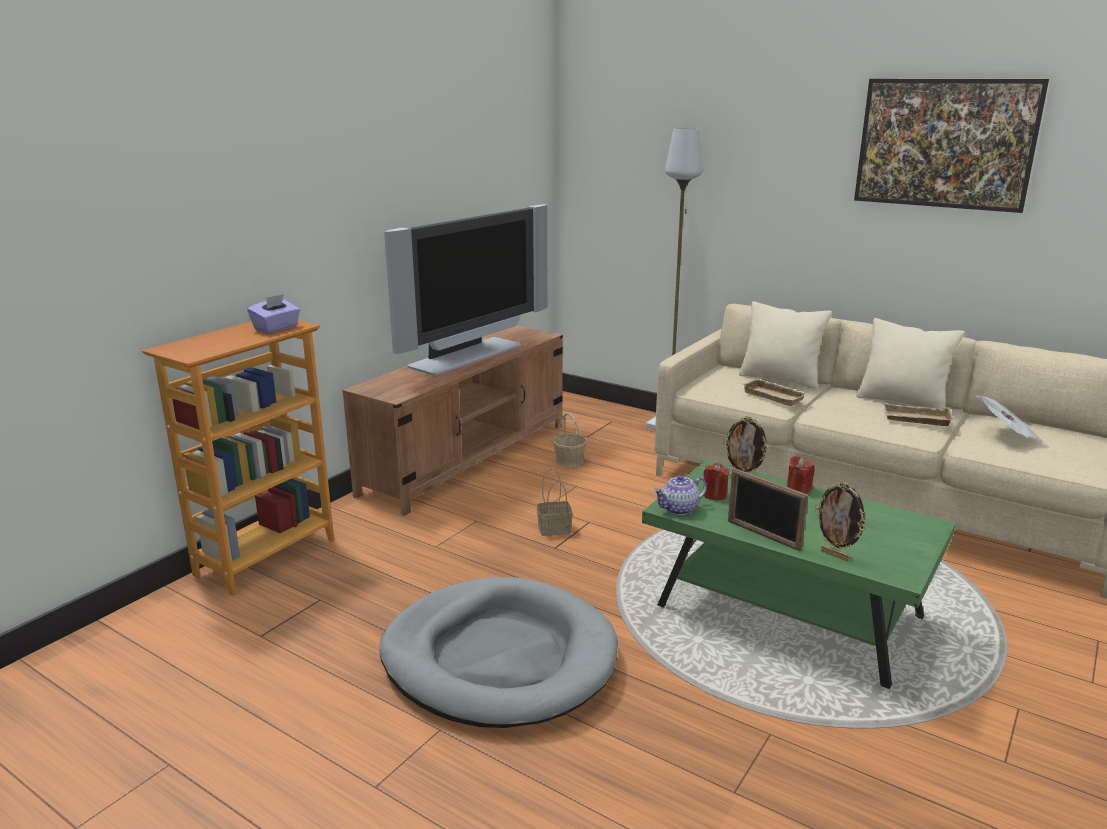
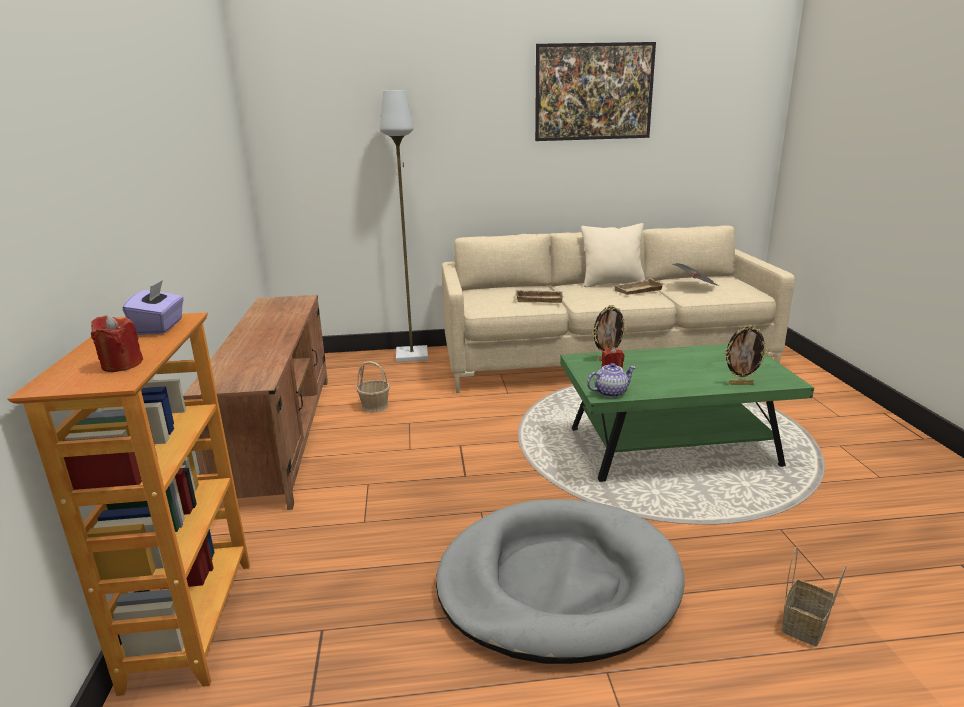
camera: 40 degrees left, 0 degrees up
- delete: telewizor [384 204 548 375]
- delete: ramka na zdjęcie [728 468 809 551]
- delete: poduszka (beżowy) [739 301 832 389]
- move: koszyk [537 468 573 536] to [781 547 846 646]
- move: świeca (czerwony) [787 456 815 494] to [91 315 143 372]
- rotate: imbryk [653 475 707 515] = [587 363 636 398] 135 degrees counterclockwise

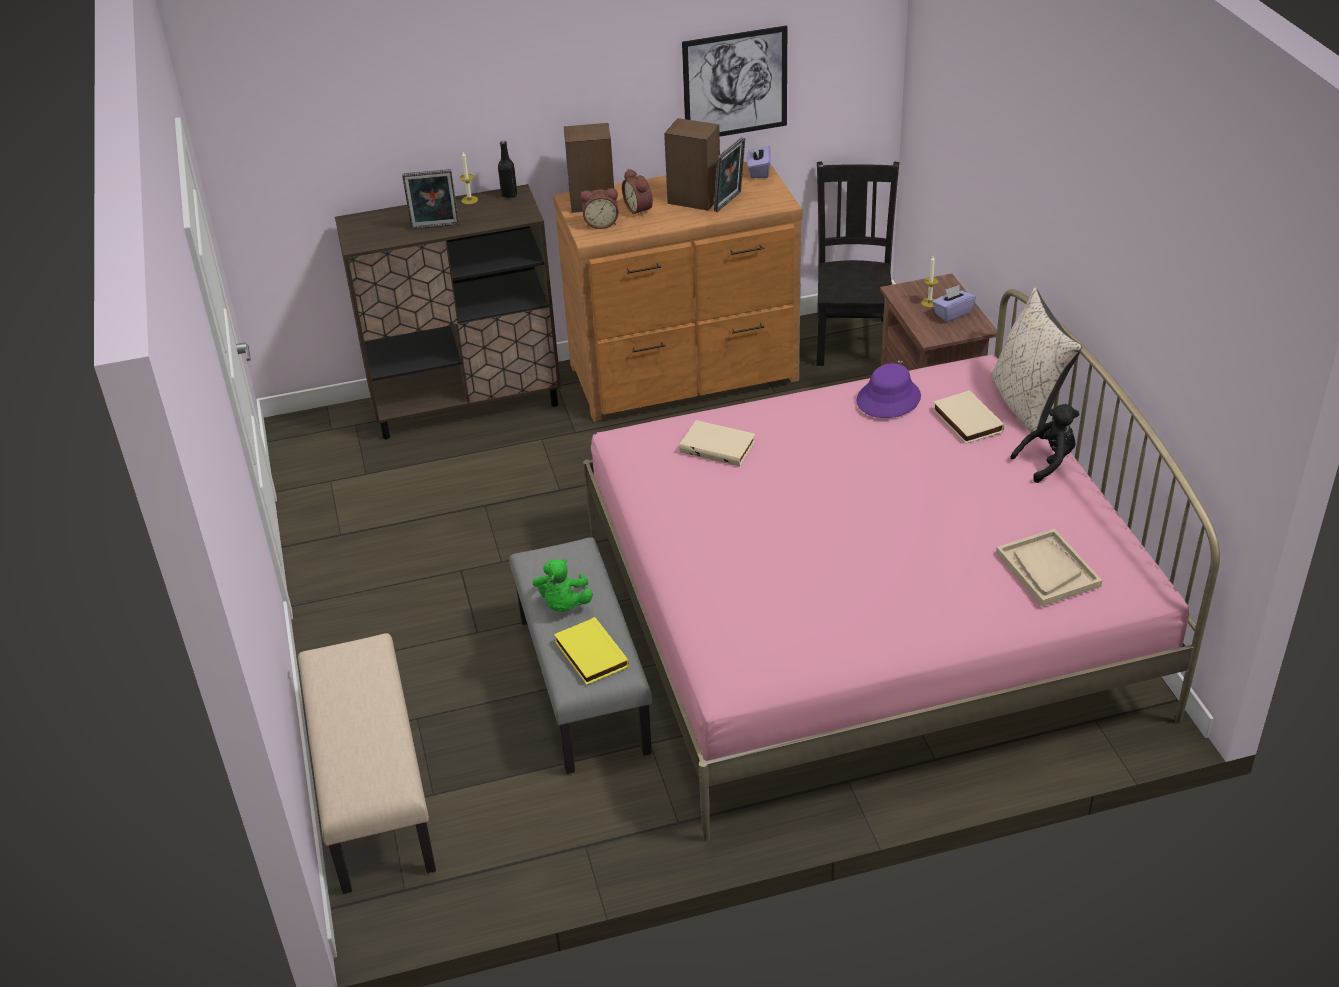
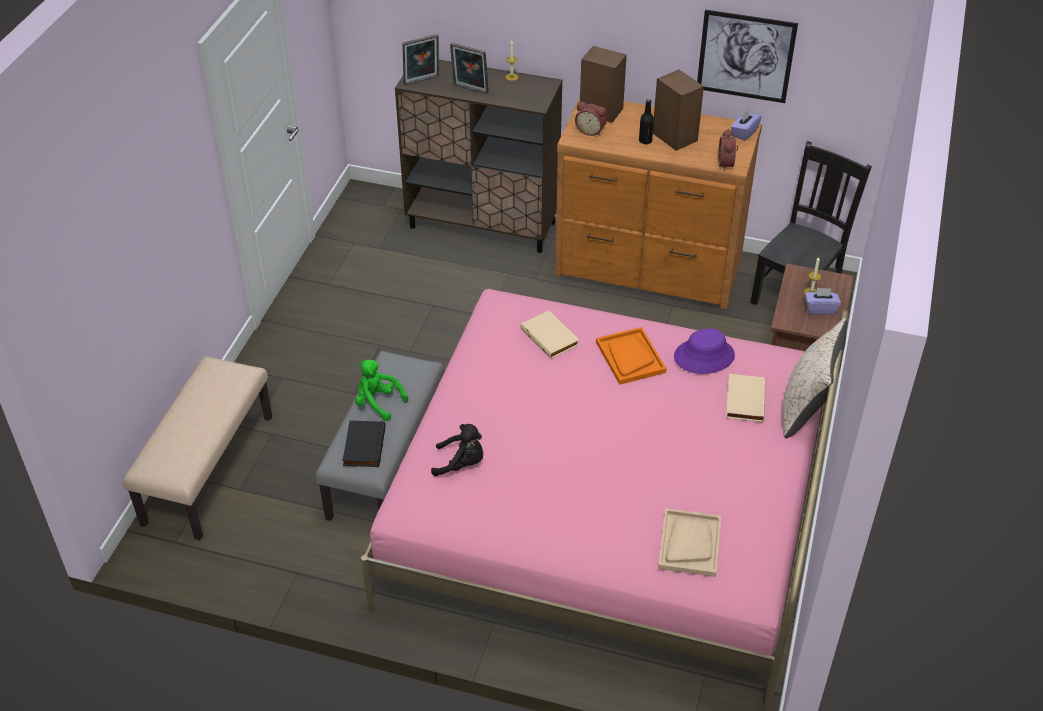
camera: 30 degrees right, 5 degrees up
- insert: taca (pomarańczowy) [596 327 667 385]
- move: butelka (czarny) [498 141 517 199] to [639 99 654 144]
- move: budzik [622 169 653 217] to [718 129 738 171]
- move: ramka na zdjęcie [714 137 745 212] to [402 34 439 85]
- move: pluszak (czarny) [1010 404 1079 483] to [431 424 483 476]
- recolor: książka (żółty) [554 617 629 685] to książka (czarny) [342 420 386 467]
- rotate: pluszak (zielony) [533 559 593 612] = [355 360 408 421] 90 degrees clockwise

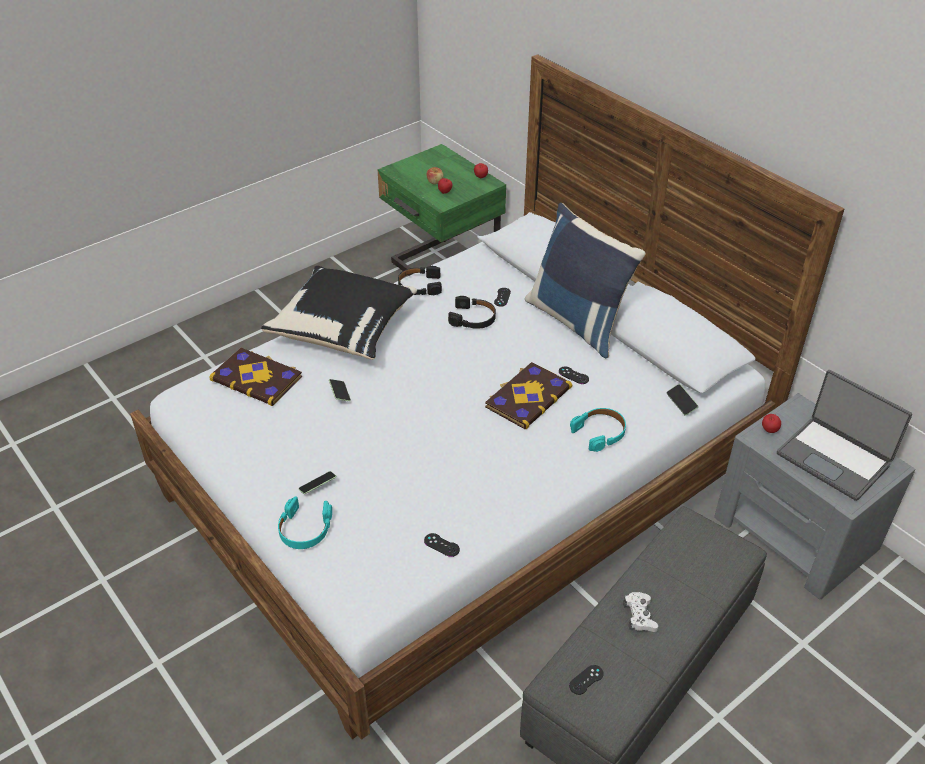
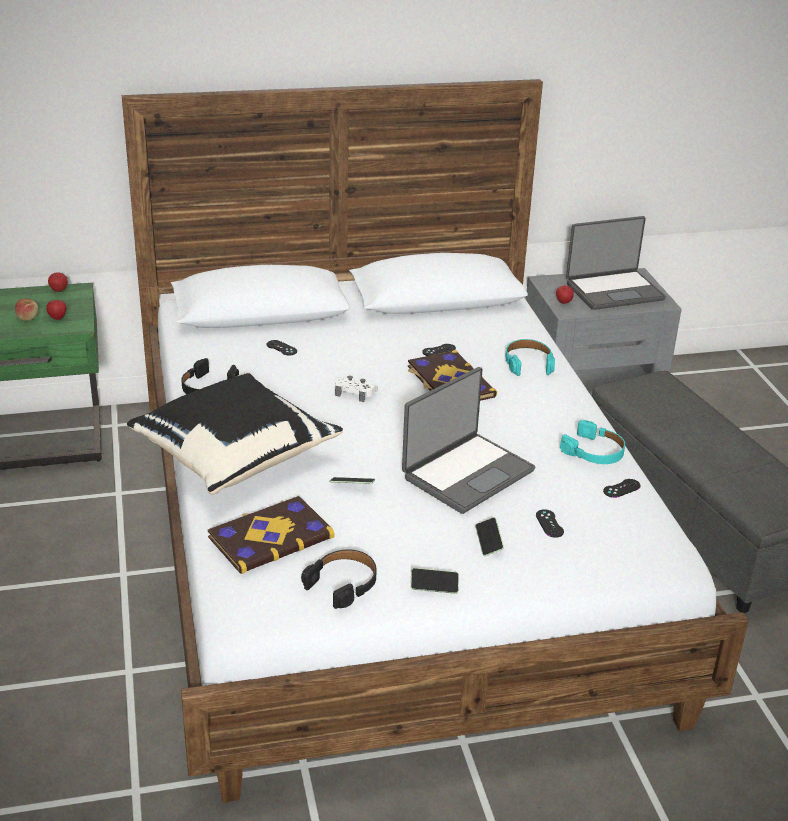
camera: 65 degrees left, 10 degrees down
- delete: poduszka (niebieski) [525 203 646 358]
- insert: laptop [402 367 535 514]
- move: słuchawki (turkusowy) [278 496 332 549] to [560 420 625 464]
- move: słuchawki (czarny) [448 296 496 329] to [301 549 377 609]
- move: pad do gier (czarny) [569 665 604 695] to [536 509 564 538]
- move: pad do gier (biały) [623 592 658 632] to [335 376 378 402]
- move: telefon [667 384 699 416] to [410 568 459 594]

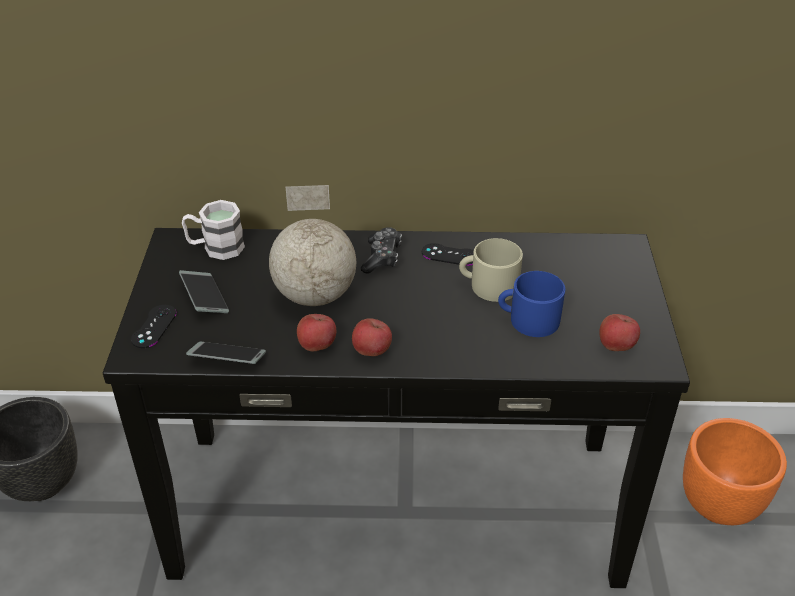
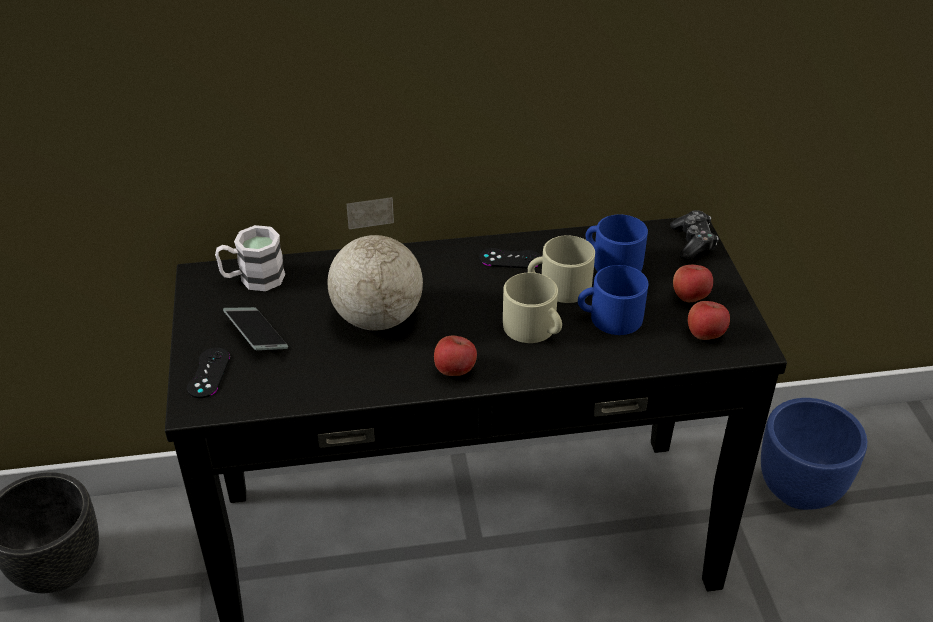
camera: 10 degrees left, 0 degrees up
- delete: telefon [186 342 266 364]
- insert: kubek (beżowy) [503 272 562 343]
- insert: kubek (niebieski) [586 215 648 272]
- move: jabłko [297 314 336 351] to [673 265 713 302]
- move: pad do gier [361 227 402 274] to [670 210 719 260]
- recolor: donica (pomarańczowy) [683 418 787 525] to donica (niebieski) [761 398 867 510]

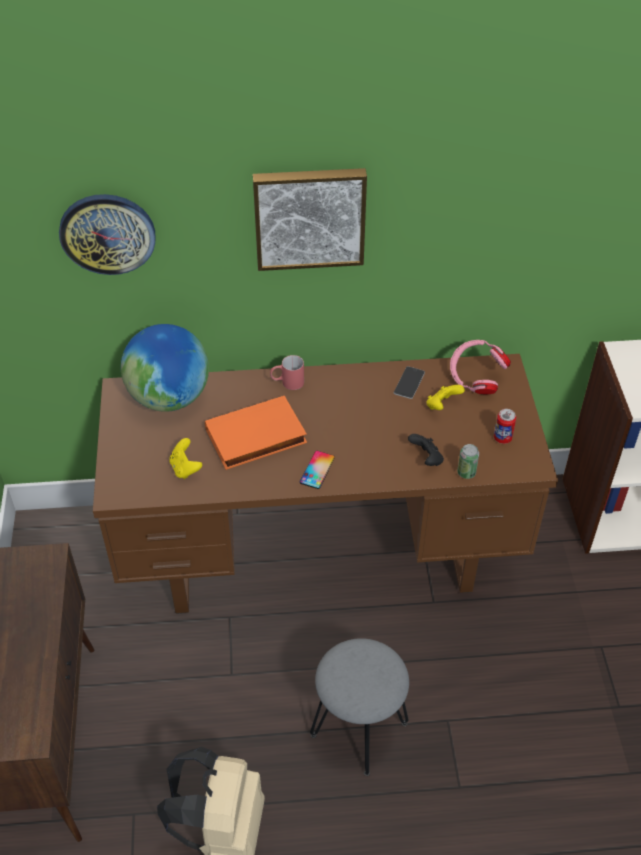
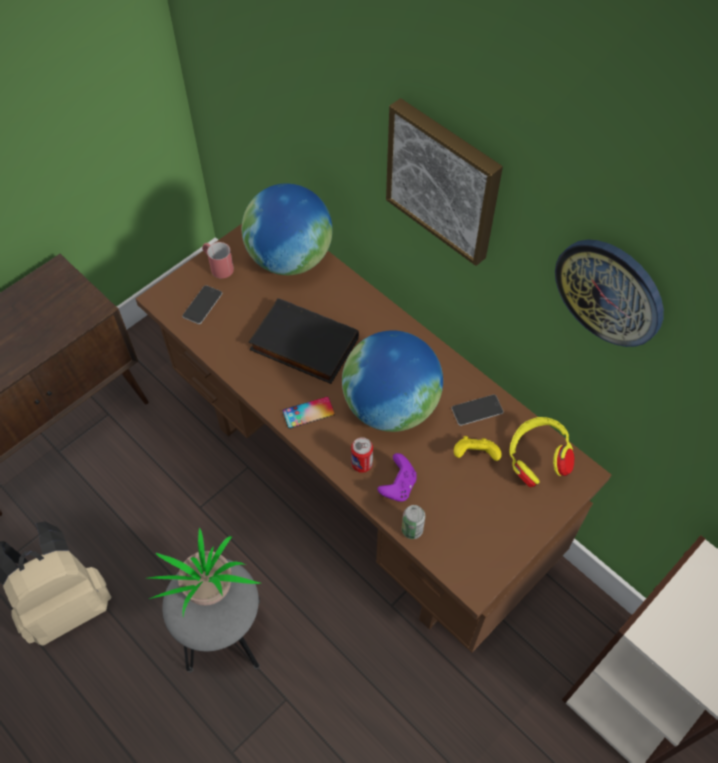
camera: 50 degrees right, 10 degrees up
- delete: pad do gier (żółty) [170 438 202 479]
- insert: roślina doniczkowa [149 528 260 617]
- insert: telefon [182 285 223 324]
- insert: globus [342 330 443 432]
- move: zegar ścienny [59 194 155 275] to [555 240 664 347]
- move: kubek (czerwony) [270 355 304 390] to [202 242 234 279]
- move: puszka [494 409 516 444] to [351 437 373 473]
- recolor: książka (pomarańczowy) [205 396 307 470] to książka (czarny) [249 298 359 384]
- recolor: pad do gier (czarny) [408 434 444 466] to pad do gier (fioletowy) [377 453 417 502]
- recolor: słuchawki (różowy) [450 340 511 395] to słuchawki (żółty) [509 417 574 487]

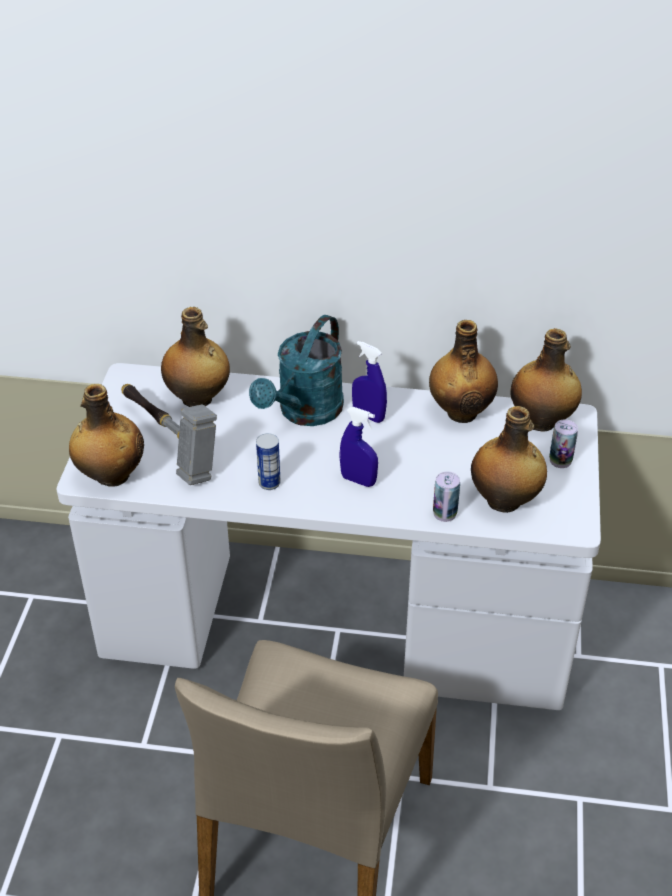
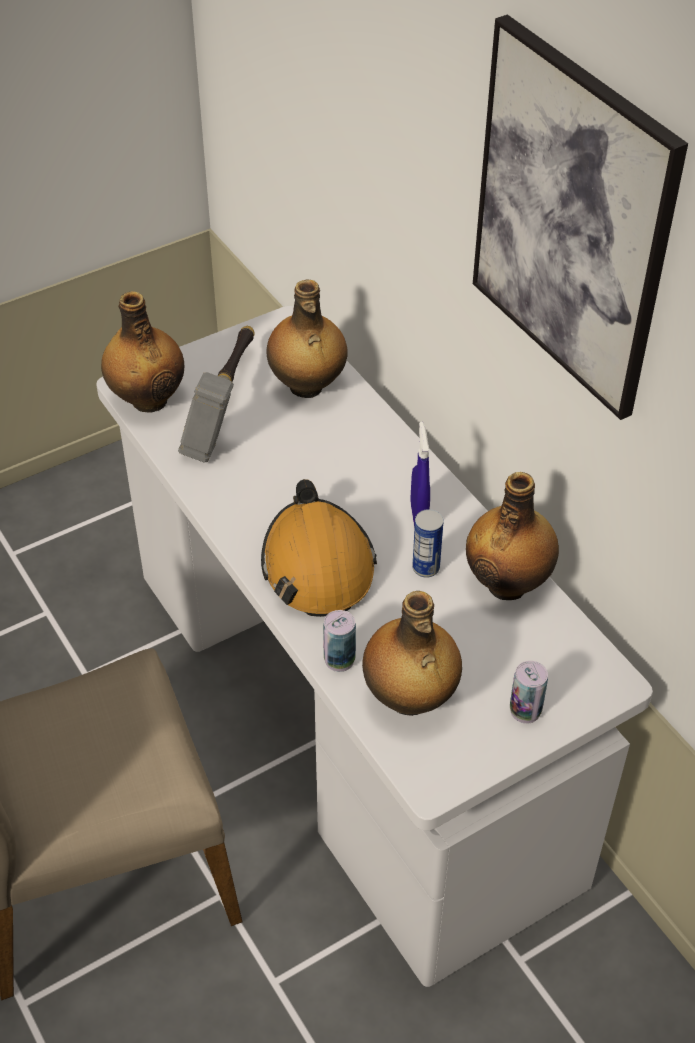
camera: 50 degrees right, 5 degrees up
- delete: konewka (turkusowy) [249 315 344 426]
- delete: butelka [510 328 582 431]
- insert: obraz [473 15 688 420]
- move: puszka [256 433 281 490] to [412 509 444 578]
- replace: spryskiwacz (niebieski) [339 407 378 487] to kask (pomarańczowy) [261 479 377 617]

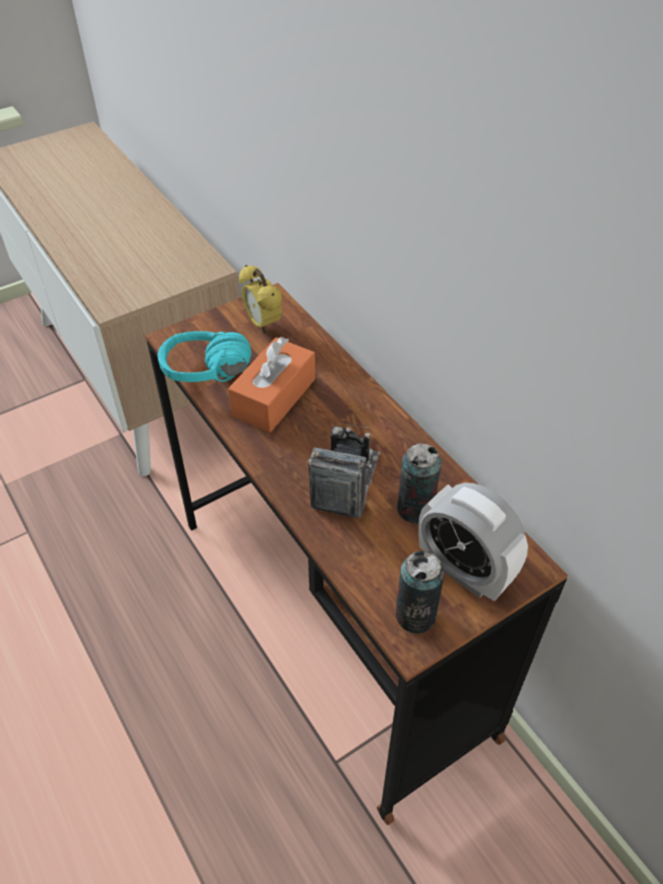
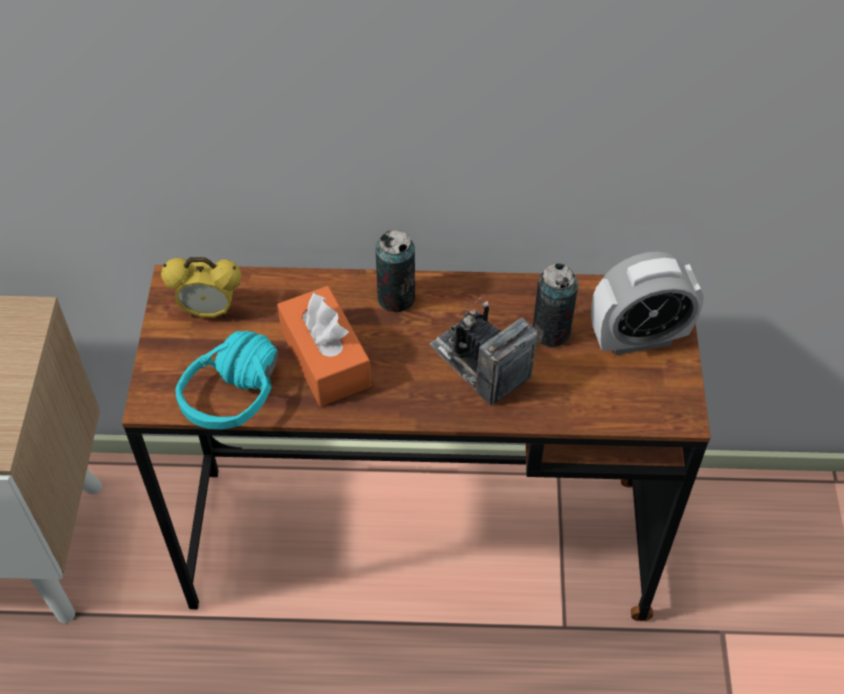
camera: 55 degrees left, 5 degrees up
- move: puszka [395 551 444 634] to [375 230 415 312]

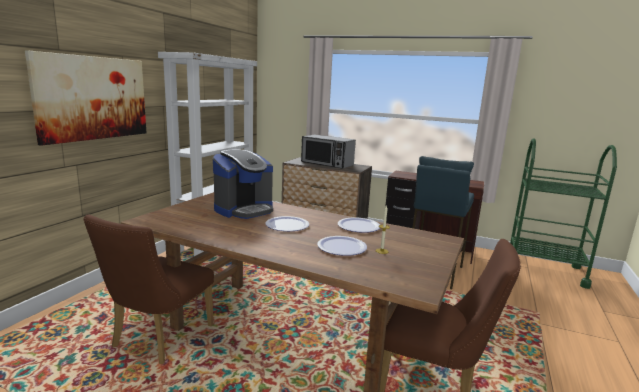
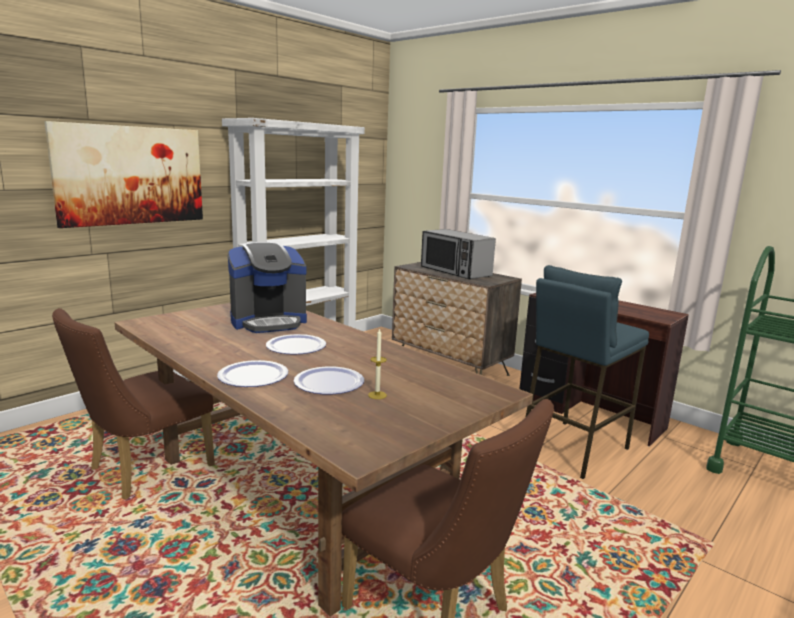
camera: 20 degrees right, 0 degrees up
- move: talerz [338 217 380 233] to [217 360 288 387]

